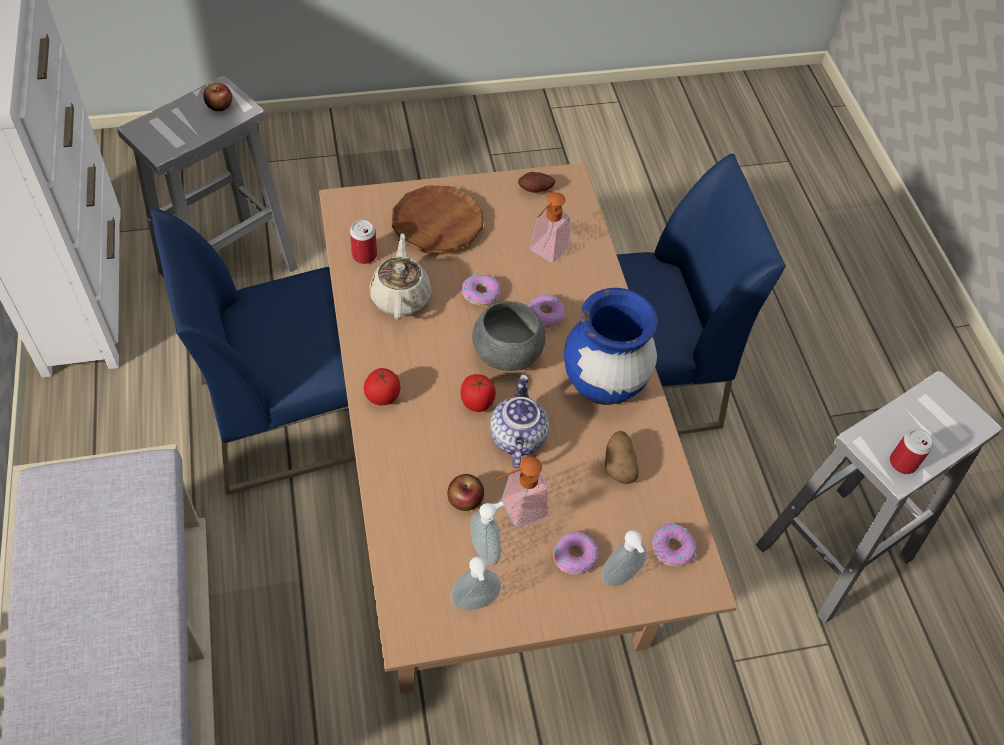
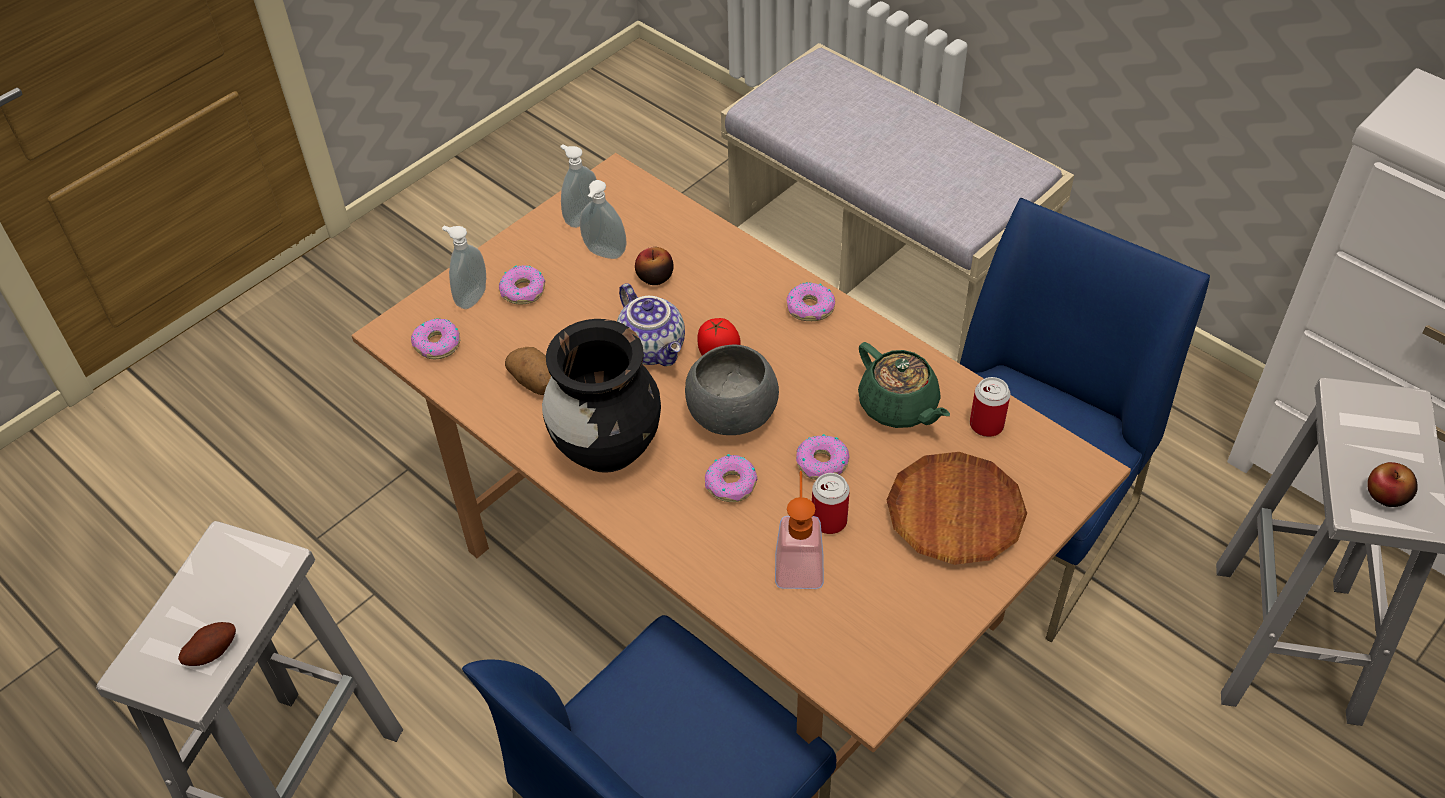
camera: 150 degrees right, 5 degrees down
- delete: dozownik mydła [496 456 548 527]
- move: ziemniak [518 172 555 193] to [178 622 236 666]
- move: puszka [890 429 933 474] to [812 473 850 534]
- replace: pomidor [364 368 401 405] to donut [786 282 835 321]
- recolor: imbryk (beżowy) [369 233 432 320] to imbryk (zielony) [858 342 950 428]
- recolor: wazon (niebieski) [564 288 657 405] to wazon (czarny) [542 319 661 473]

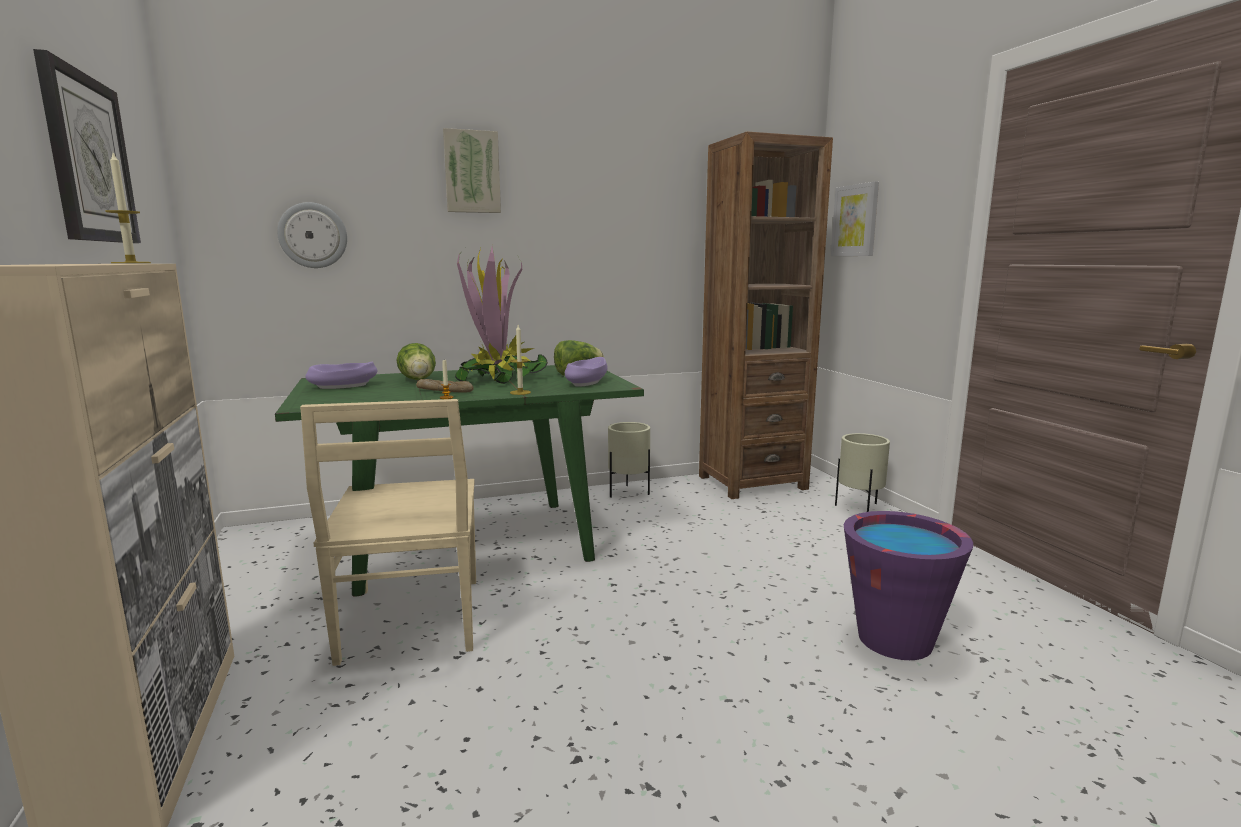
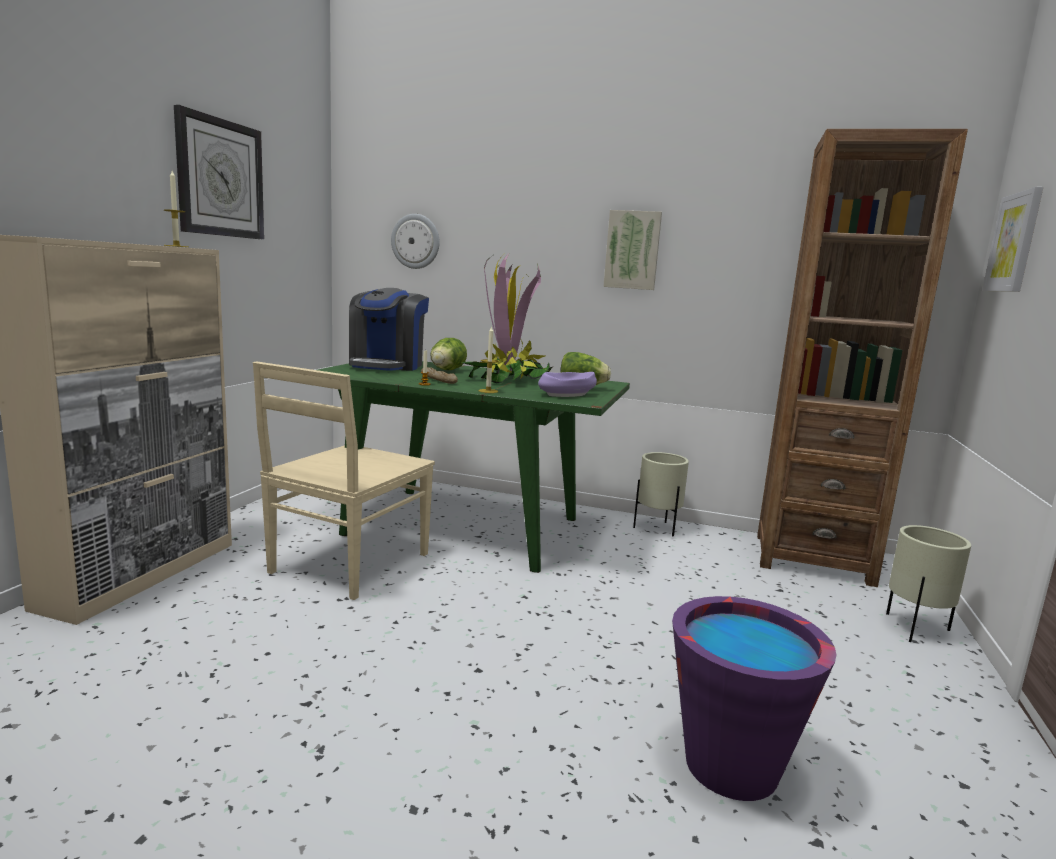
camera: 35 degrees right, 0 degrees up
- move: obraz [443 128 501 213] to [603 210 662 290]
- replace: miska (fioletowy) [305 362 377 389] to ekspres do kawy [349 288 429 371]

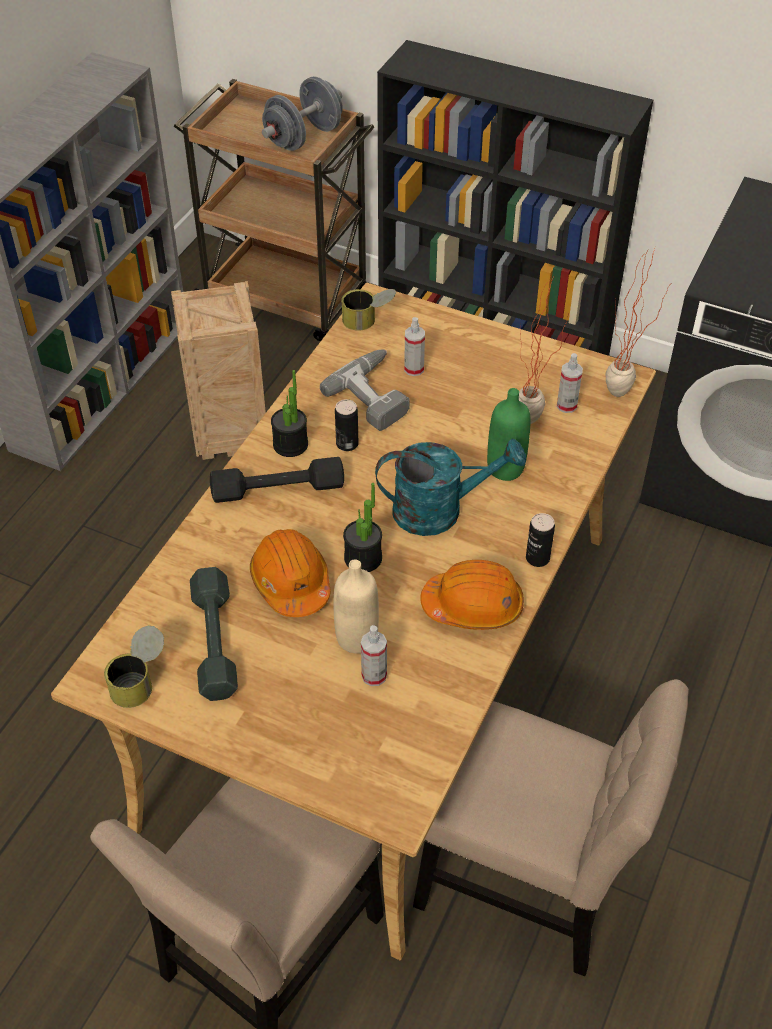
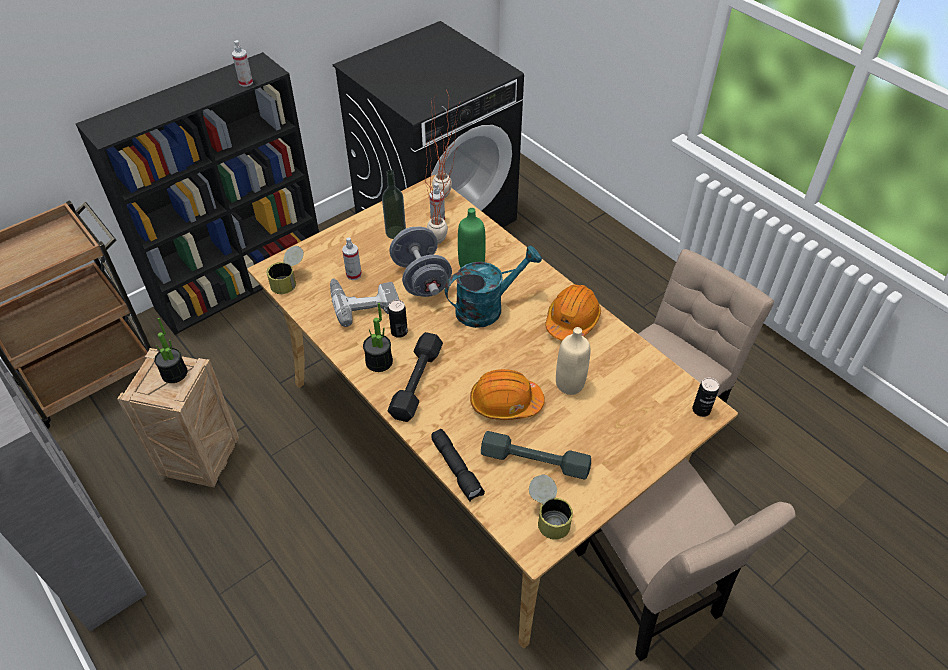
camera: 65 degrees left, 0 degrees up
- insert: butelka [382 170 406 239]
- insert: latarka (czarny) [431 429 485 502]
- move: hantel (szary) [262 76 343 151] to [389 227 452 297]
- move: roślina doniczkowa [343 483 382 572] to [154 318 188 383]
- move: spryskiwacz [361 625 387 686] to [232 40 253 86]
- move: puszka [526 513 555 567] to [692 378 719 417]
- rotate: konewka (turkusowy) [375 439 526 536] = [445 246 542 328] 45 degrees clockwise

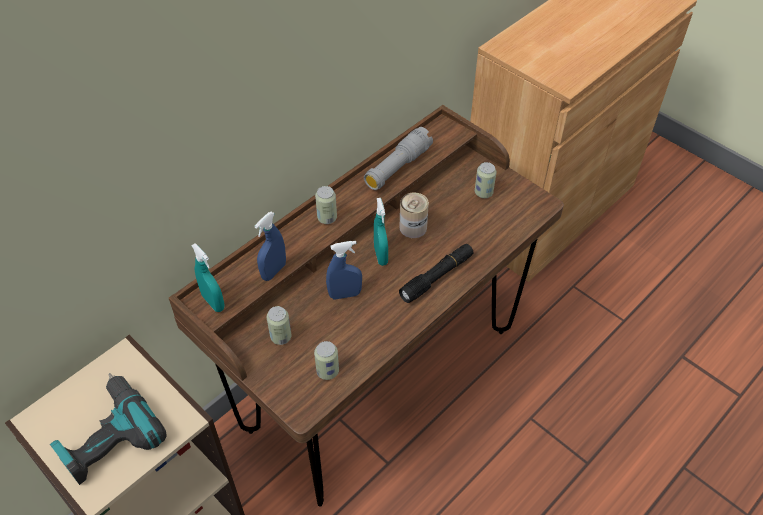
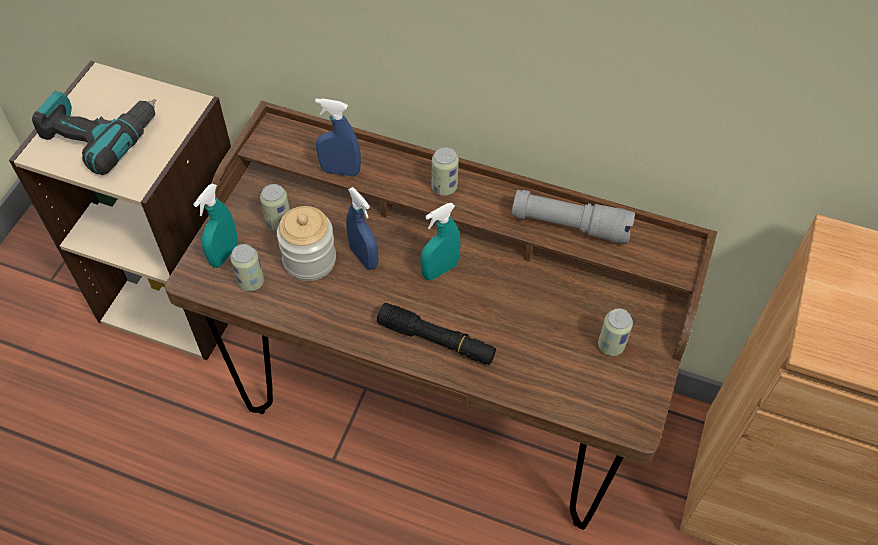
camera: 65 degrees right, 5 degrees up
- delete: puszka [400 192 429 238]
- insert: słoik [277 206 336 281]
- move: spryskiwacz (turkusowy) [191 243 224 312] to [193 183 238 268]

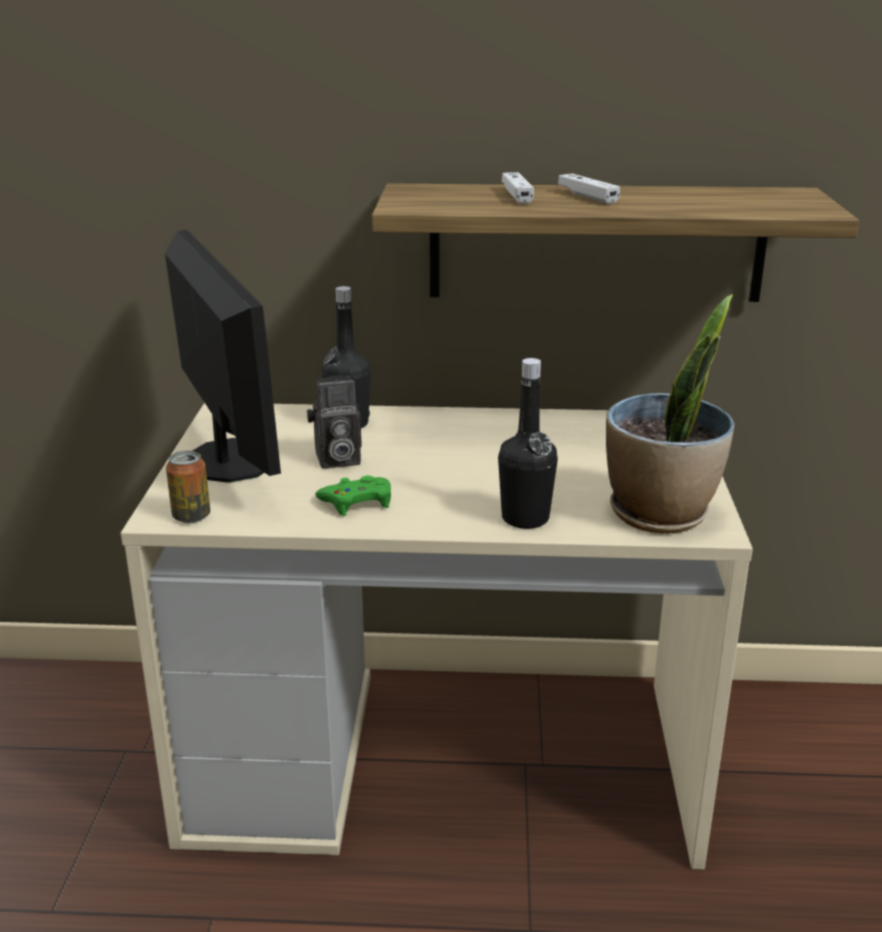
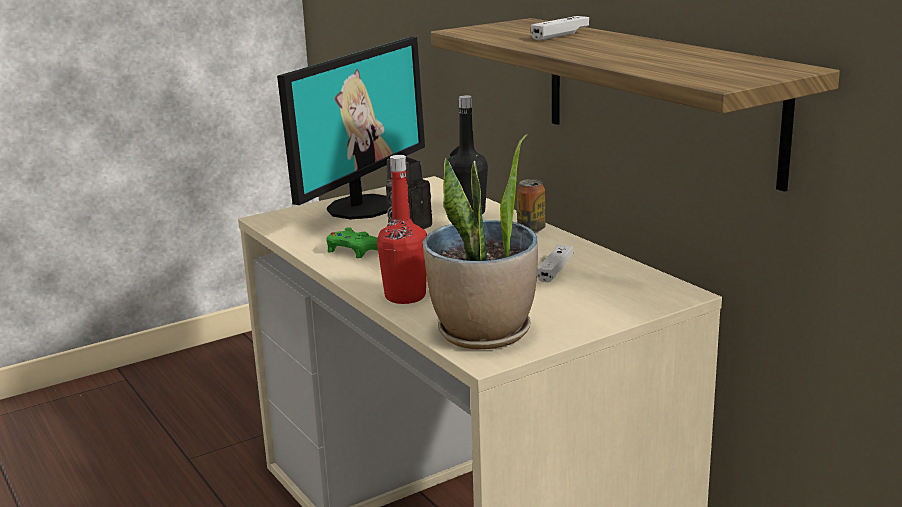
camera: 55 degrees right, 5 degrees down
- move: puszka [166 450 210 523] to [516 179 546 233]
- move: pad do gier (biały) [558 174 620 204] to [537 245 573 282]
- recolor: butelka (czarny) [498 358 558 529] to butelka (czerwony) [377 155 427 304]

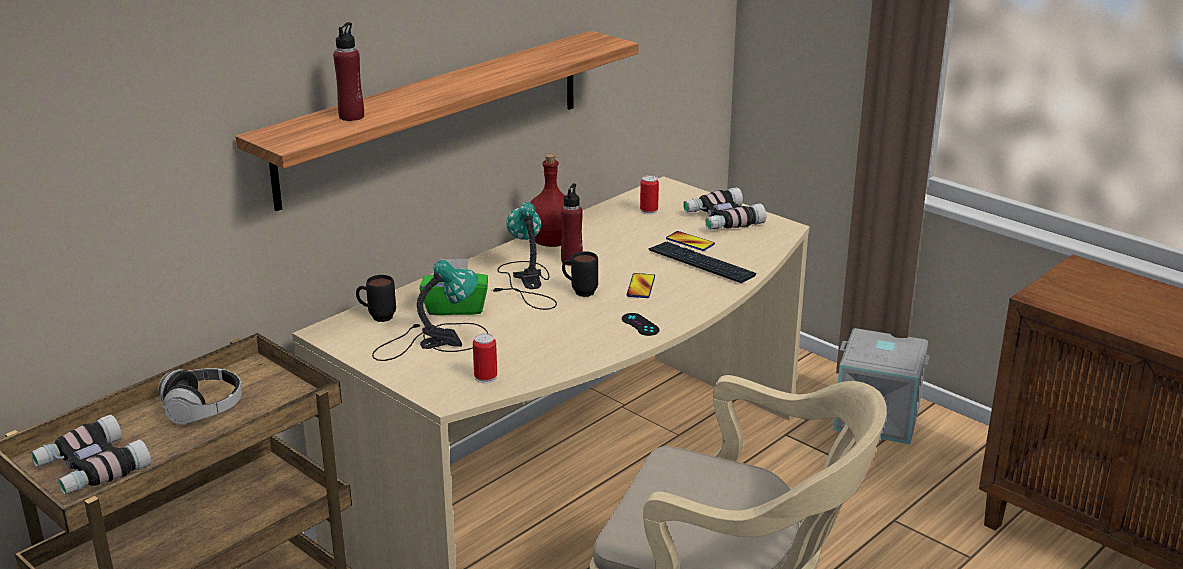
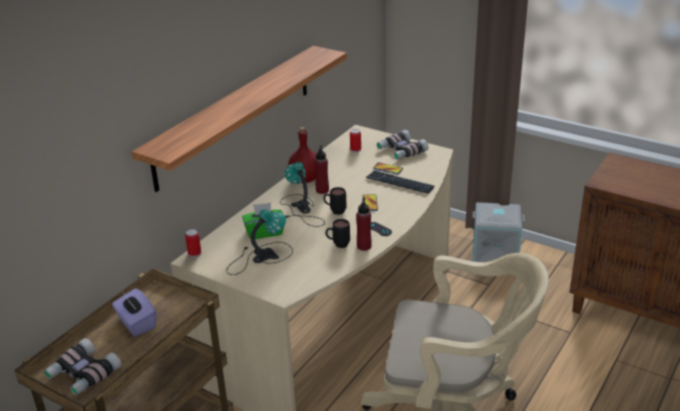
camera: 10 degrees left, 5 degrees up
- move: butelka (czerwony) [333 22 364 121] to [356 197 372 251]
- move: kubek (czarny) [356 275 396 322] to [325 219 350 248]
- move: puszka [473 333 497 383] to [185 229 201 258]
- replace: słuchawki [158 368 242 425] to pudełko chusteczek (fioletowy) [112 288 156 337]

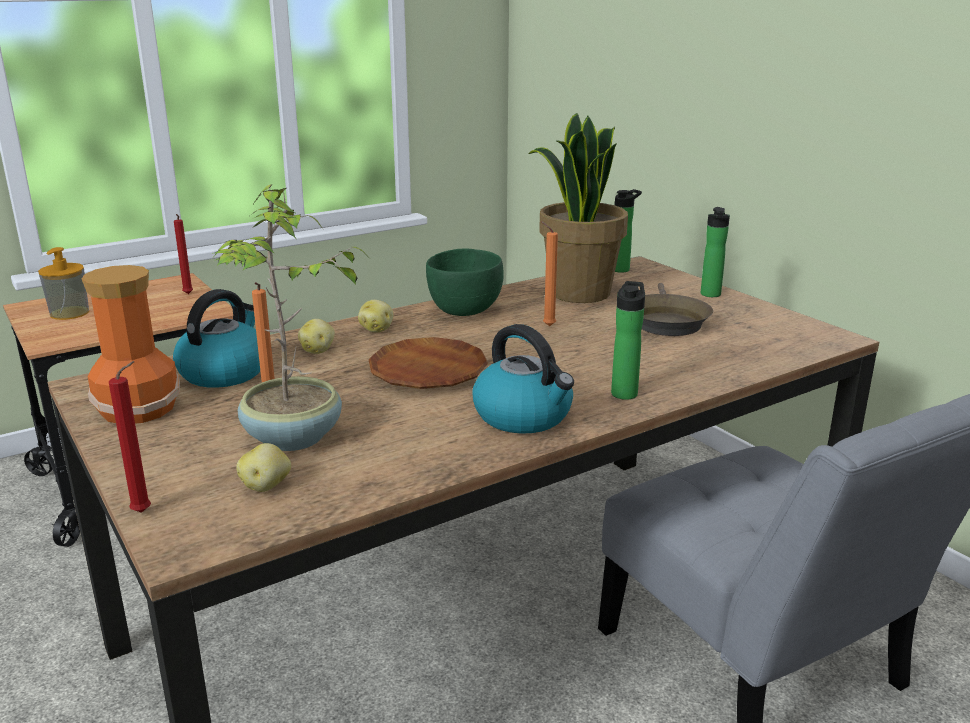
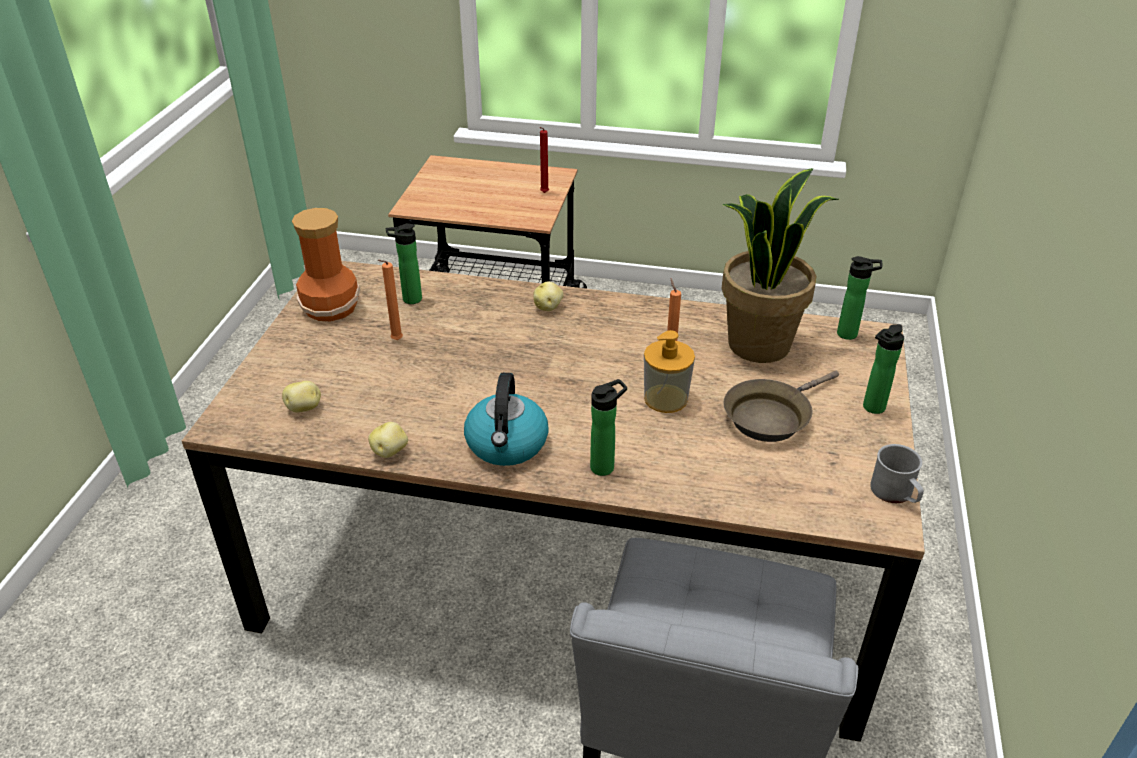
camera: 45 degrees right, 15 degrees up
- delete: świeca (czerwony) [109 361 151 513]
- delete: roślina doniczkowa [212 184 367 451]
- delete: talerz (brązowy) [369 337 488 389]
- delete: miska (zielony) [426 249 504 316]
- insert: kubek (szary) [870 444 924 503]
- move: dozownik mydła [38 247 89 320] to [644 330 695 413]
- move: ziemniak [298 319 335 354] to [368 422 408 458]
- replace: czajnik [173 289 260 388] to butelka [386 223 422 304]

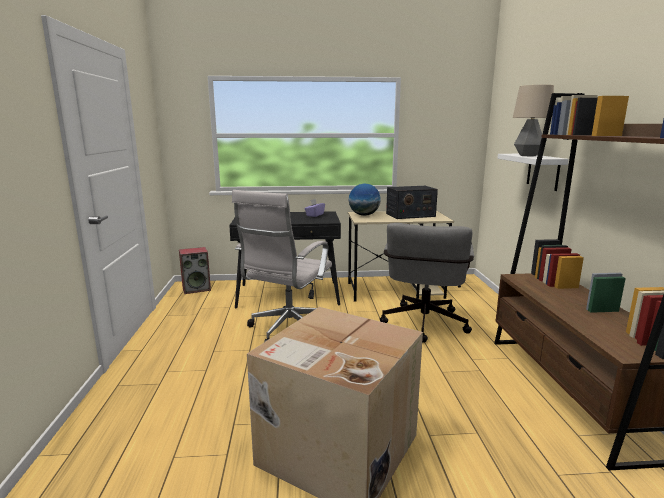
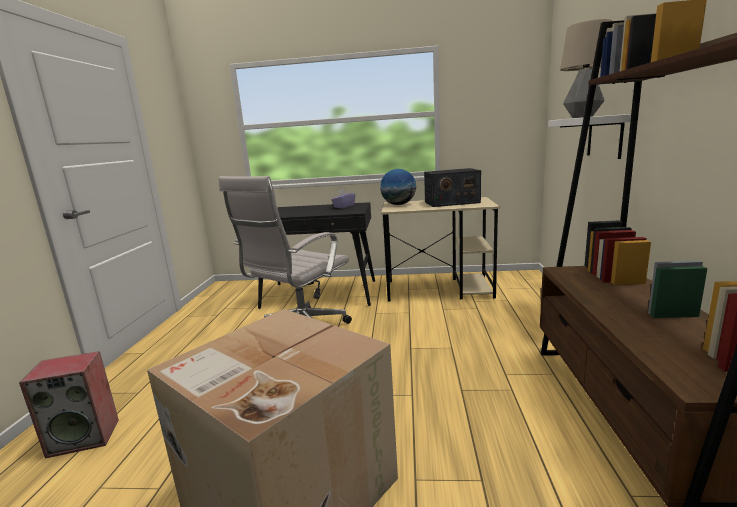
camera: 10 degrees right, 0 degrees up
- delete: krzesło biurowe (szary) [380 223 474 343]
- move: głośnik [179 247 211 294] to [19 351 119 458]

